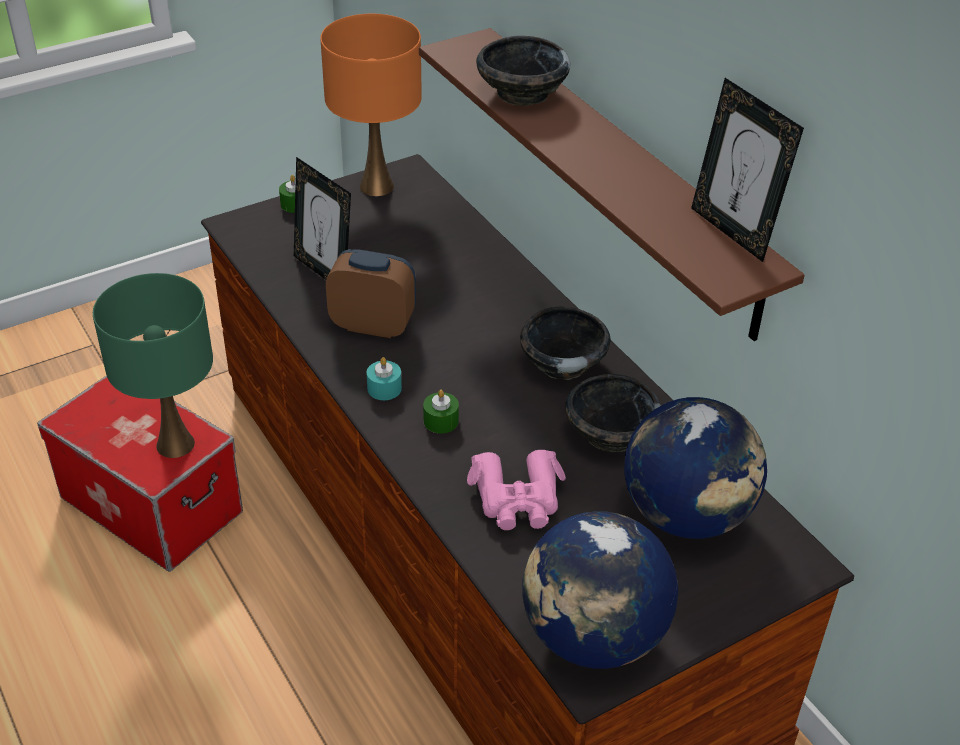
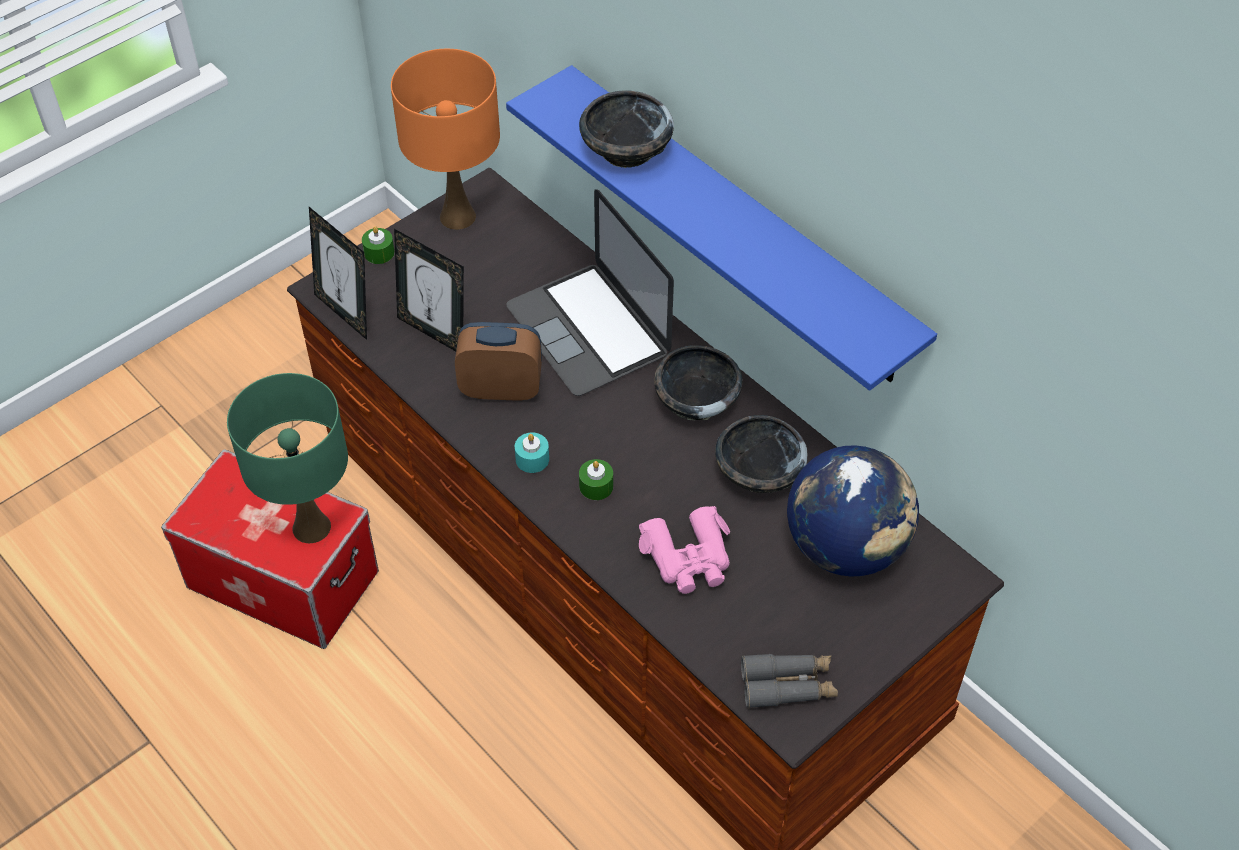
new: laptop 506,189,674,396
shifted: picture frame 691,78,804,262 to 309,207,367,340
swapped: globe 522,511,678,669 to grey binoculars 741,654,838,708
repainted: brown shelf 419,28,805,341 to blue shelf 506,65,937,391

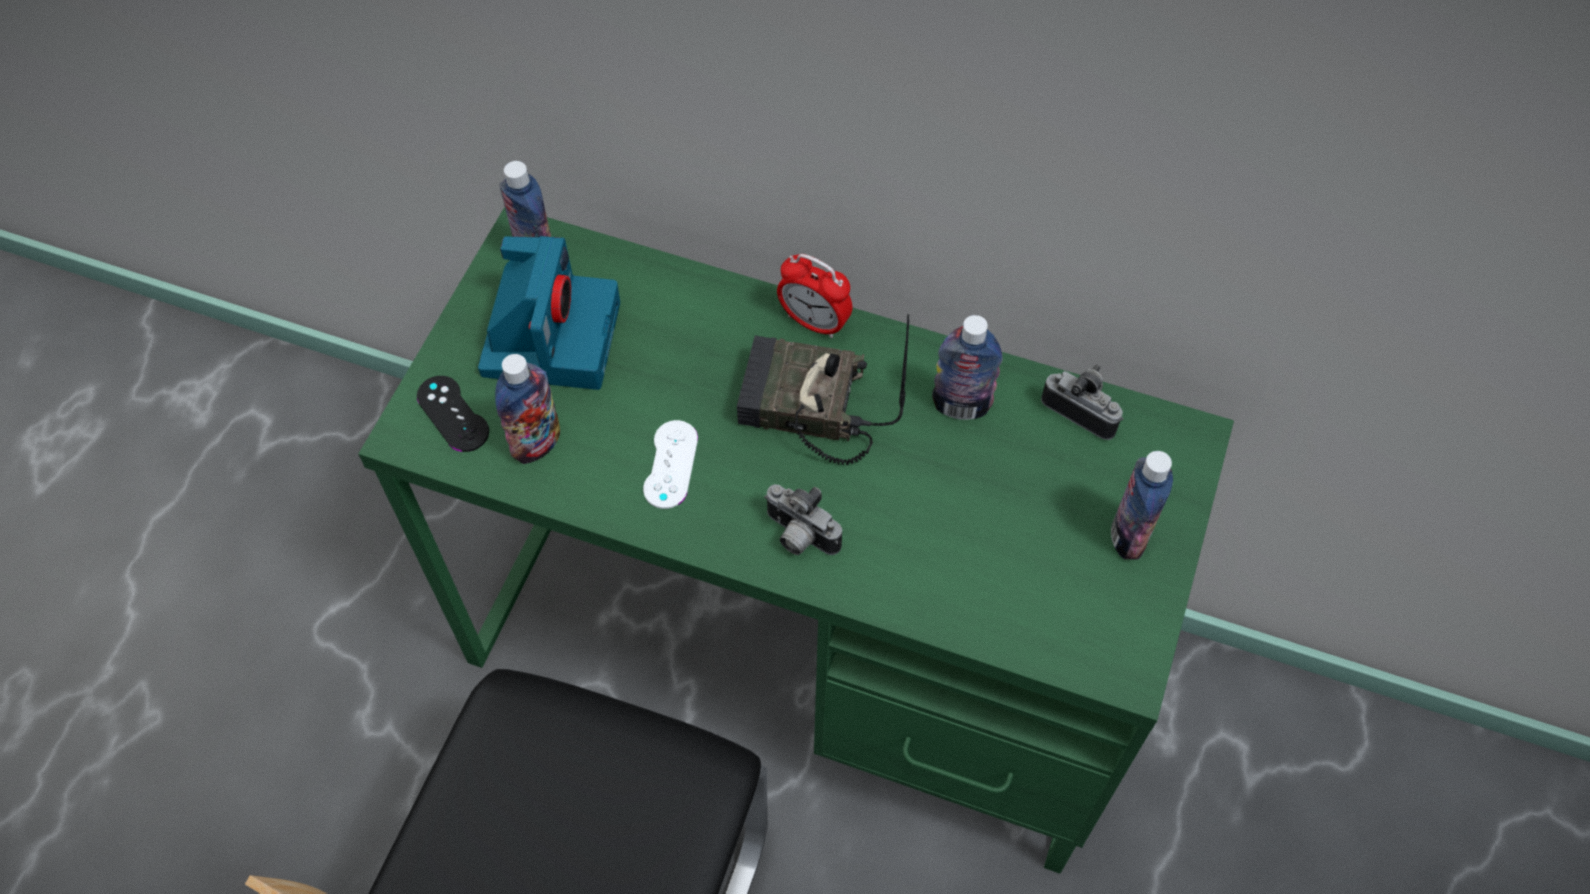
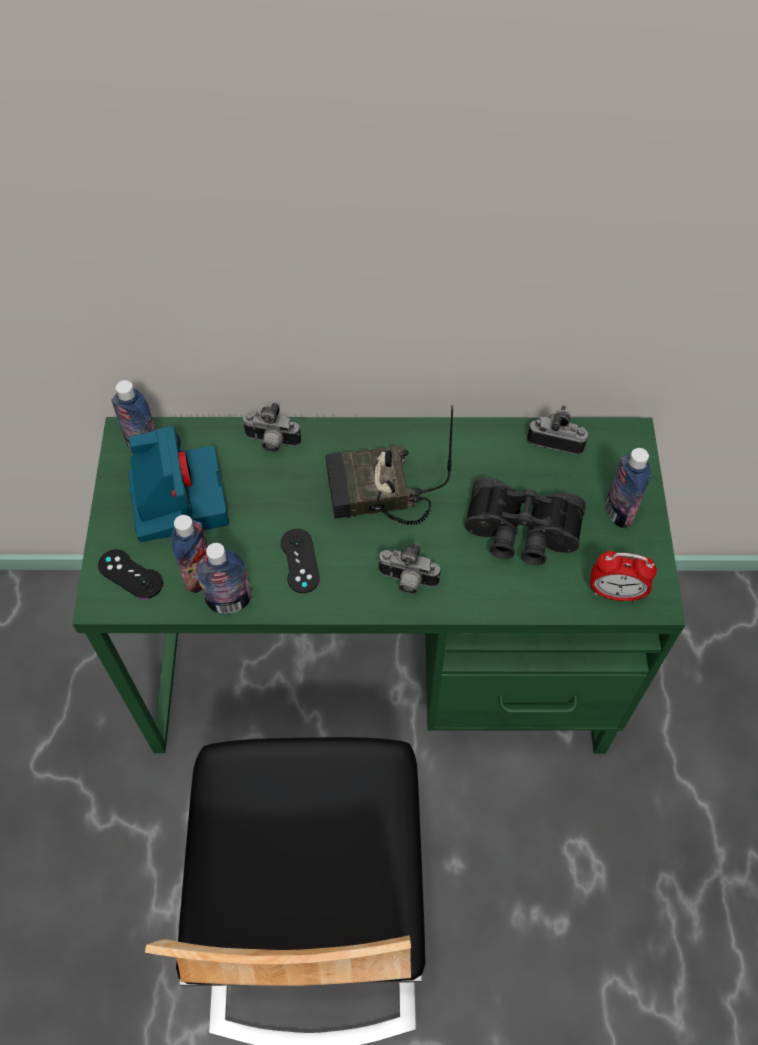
new: photo camera 242,403,301,453; black binoculars 465,477,586,565
shifted: alarm clock 777,254,852,338 to 590,551,657,602; bottle 932,315,1003,420 to 197,543,252,613
repainted: white game controller 643,420,698,509 to black game controller 281,529,320,593

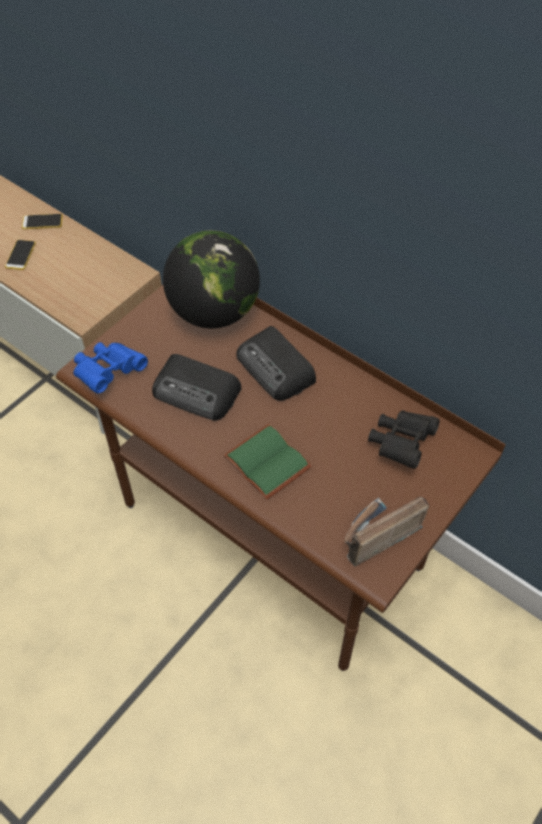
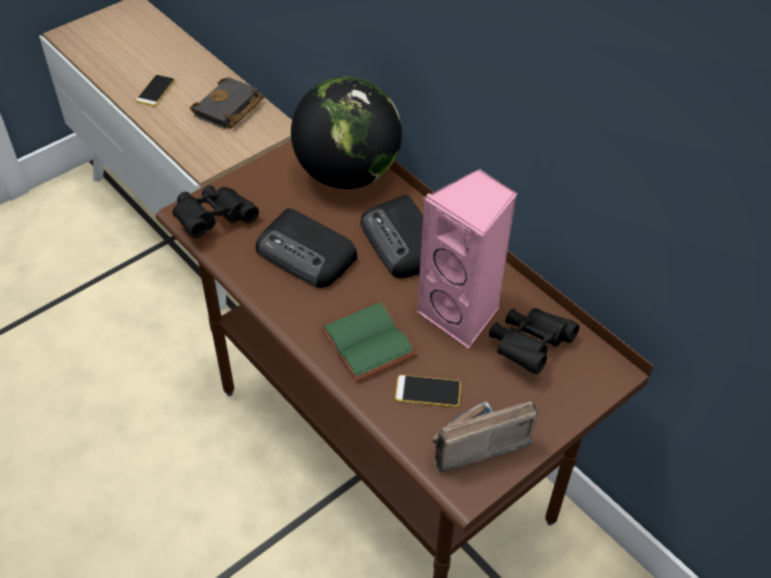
new: black book 190,77,264,129; pink speaker 417,169,517,349
shifted: phone 22,214,63,229 to 395,375,461,408
repainted: blue binoculars 73,342,148,393 to black binoculars 172,185,259,238

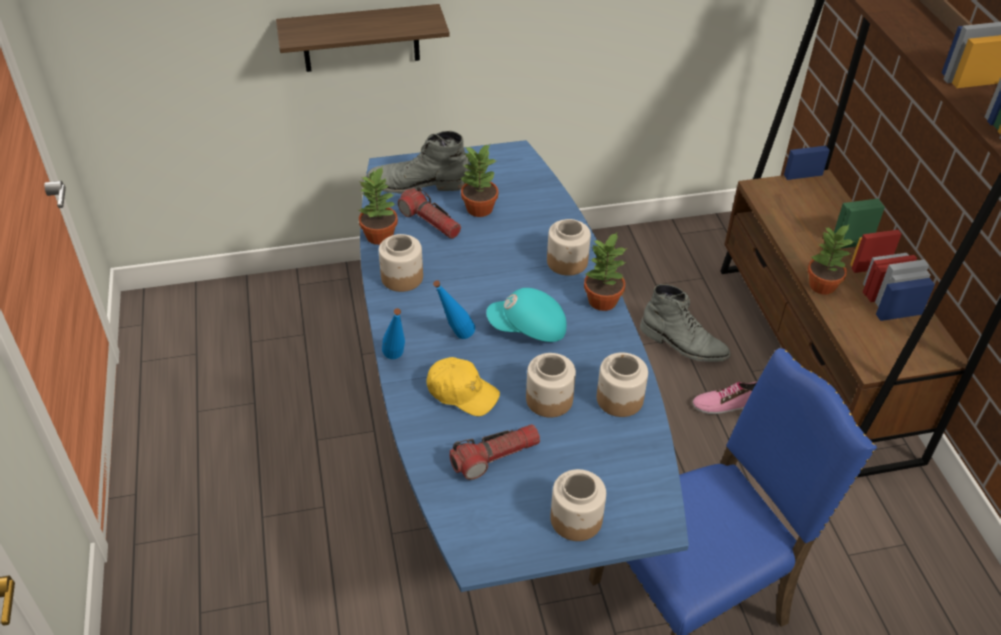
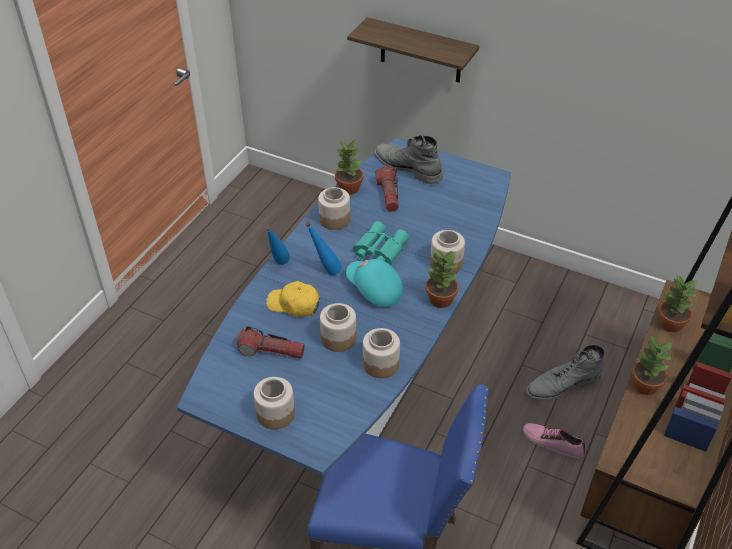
new: turquoise binoculars 353,221,409,265
shifted: potted plant 460,144,498,217 to 658,275,697,332
rotated: yellow cap 426,357,500,416 = 266,281,320,317 135 degrees clockwise; grey boot 640,284,730,362 = 526,344,605,401 90 degrees clockwise

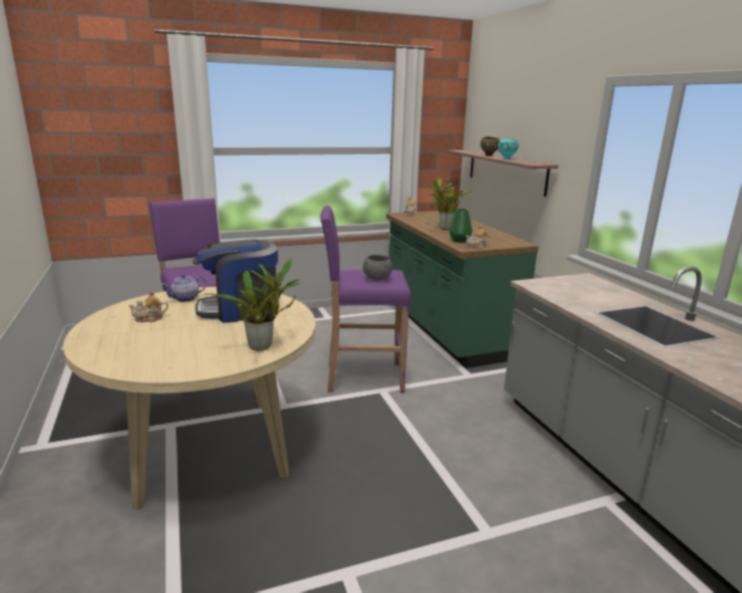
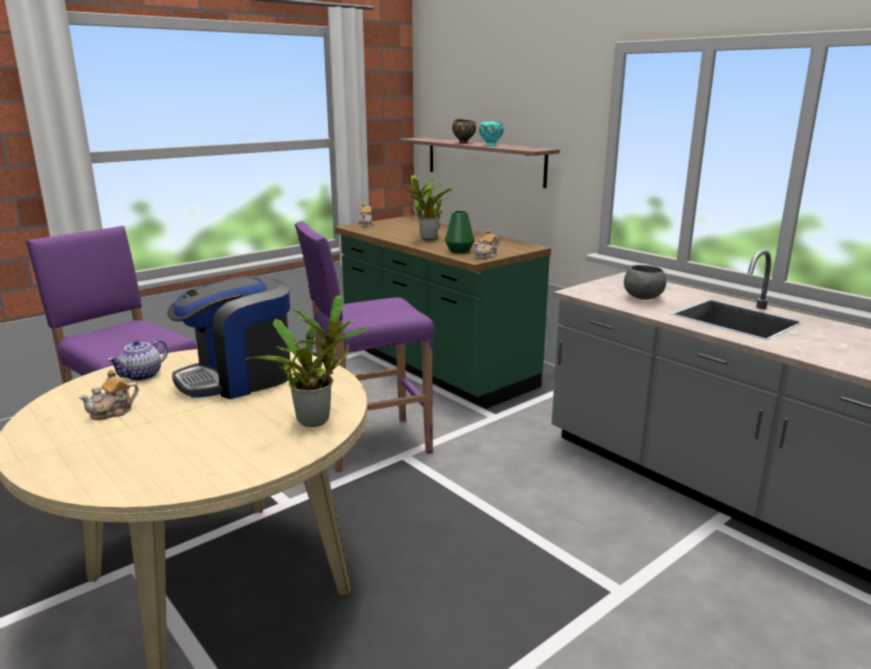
shifted: grey bowl 363,255,392,280 to 624,265,666,300

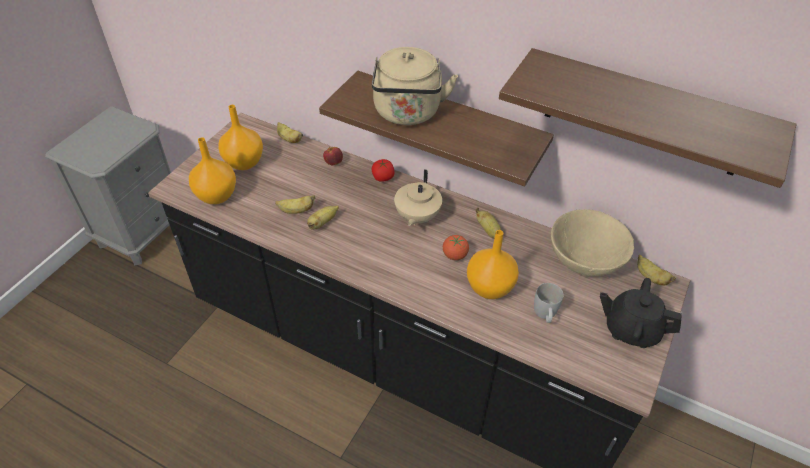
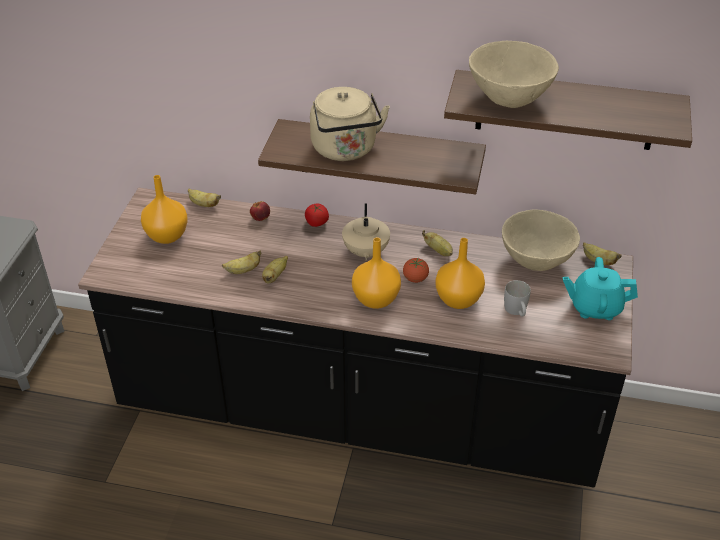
new: beige bowl 469,41,559,108
shifted: orange vase 189,137,236,204 to 352,237,401,309
repainted: black teapot 600,278,682,348 to turquoise teapot 563,257,638,320

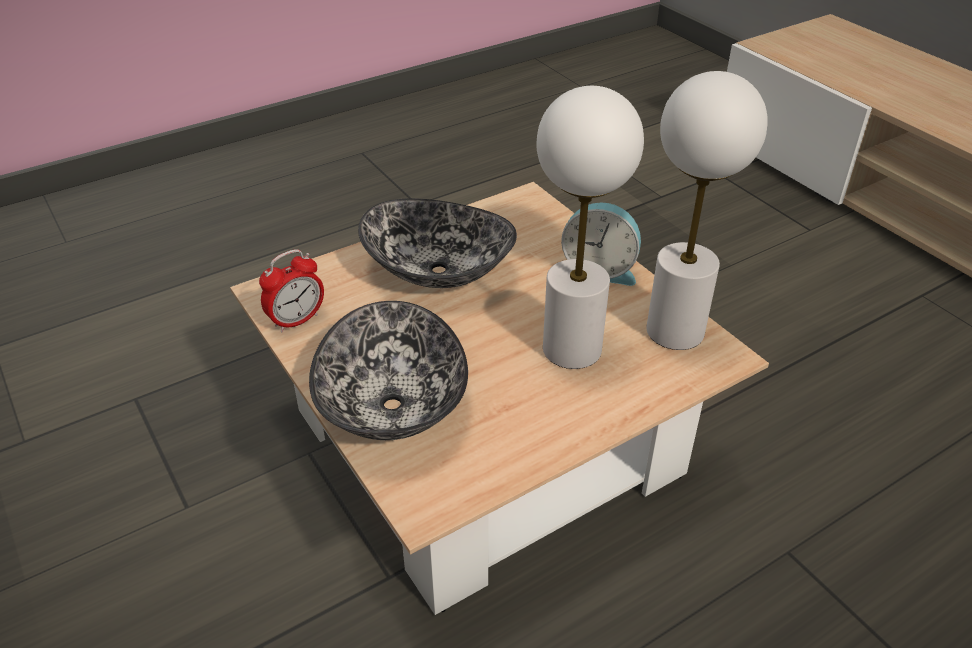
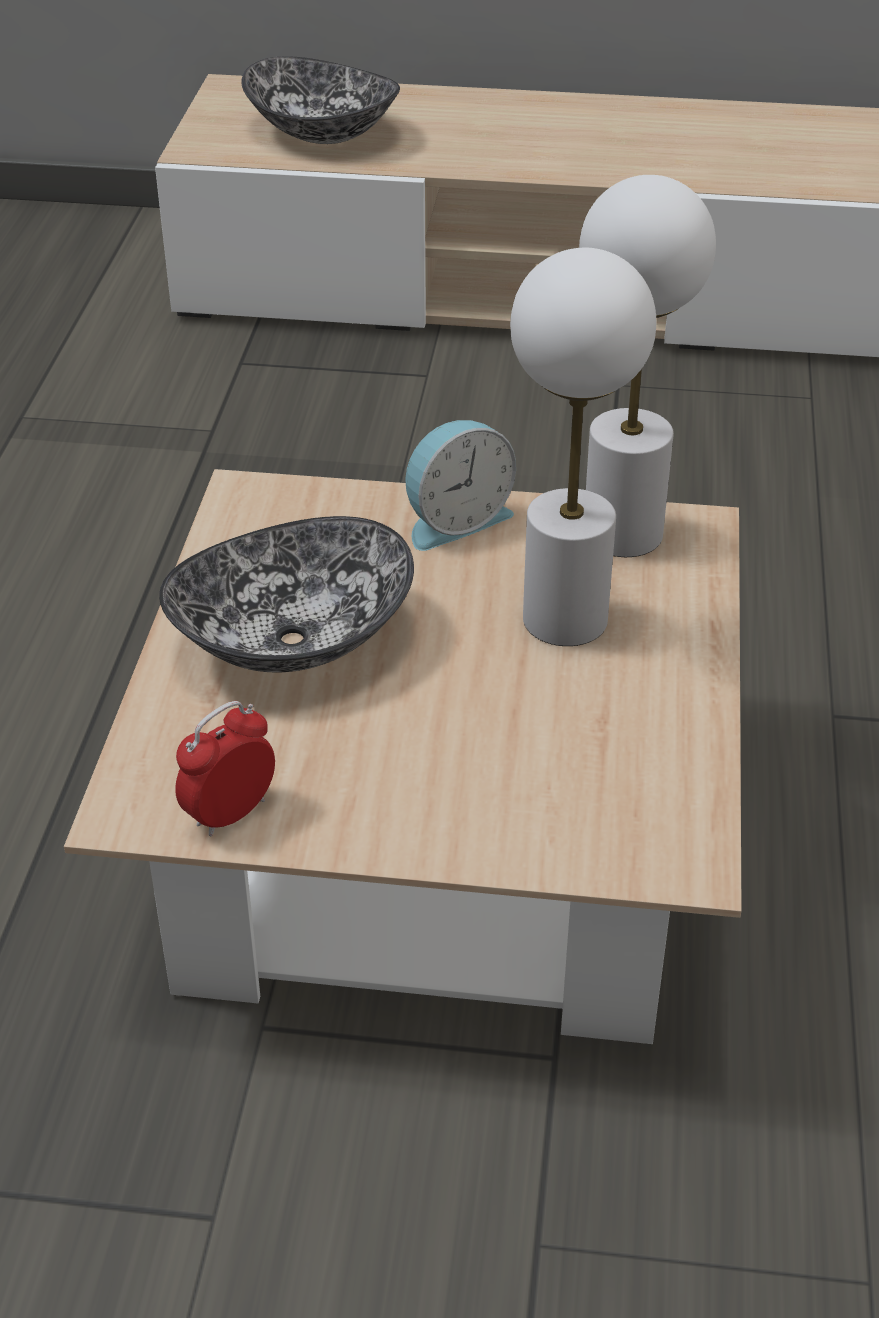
shifted: bowl 309,301,468,440 to 241,56,400,144
rotated: alarm clock 259,249,324,333 = 175,701,275,837 135 degrees counterclockwise

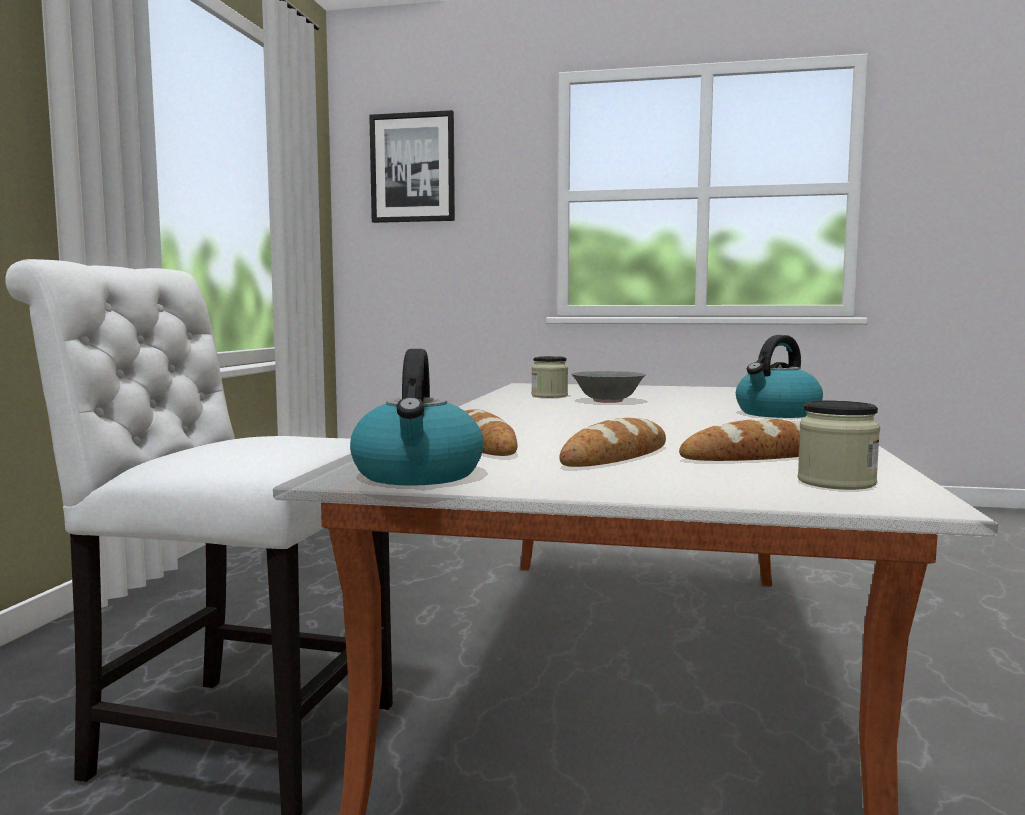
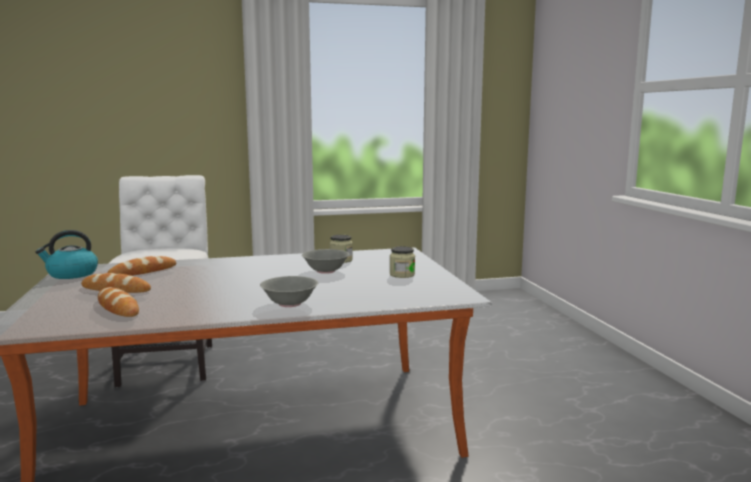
gone: picture 369,110,455,223
shifted: jar 798,401,880,490 to 390,246,415,278
swapped: kettle 736,335,823,418 to grey bowl 260,276,318,307

